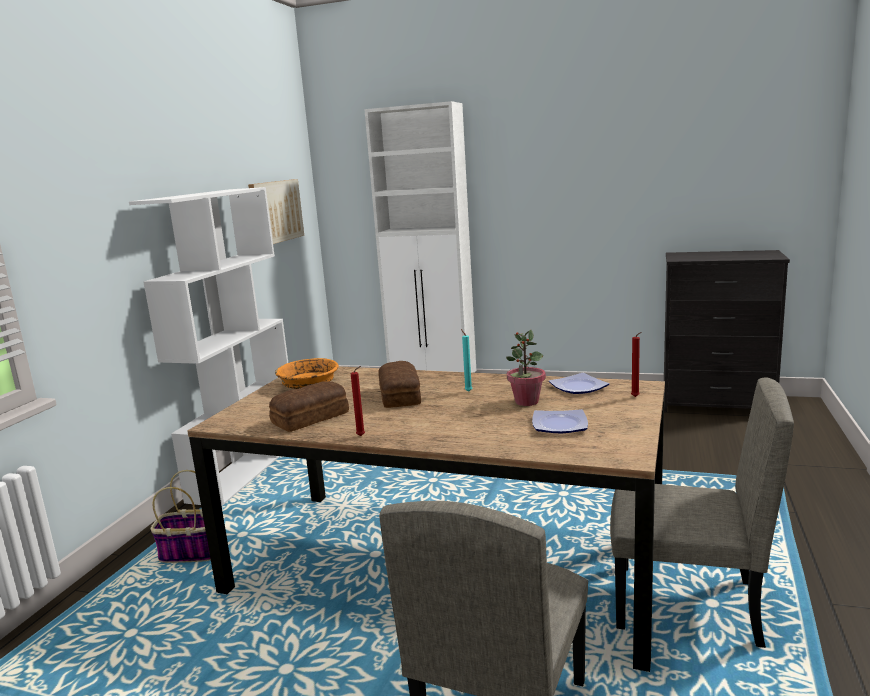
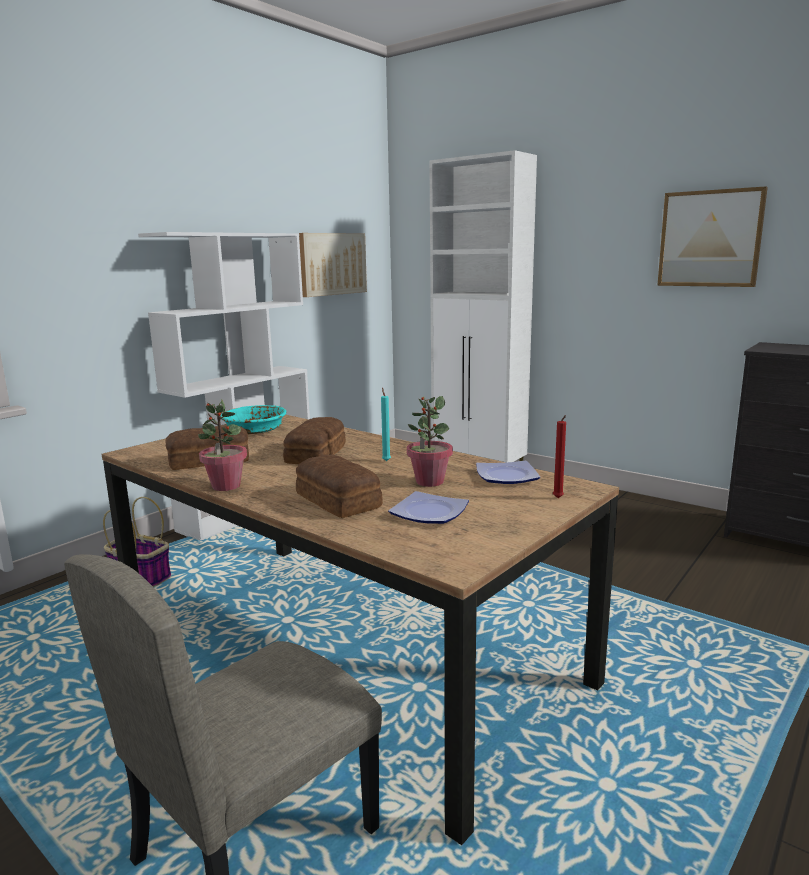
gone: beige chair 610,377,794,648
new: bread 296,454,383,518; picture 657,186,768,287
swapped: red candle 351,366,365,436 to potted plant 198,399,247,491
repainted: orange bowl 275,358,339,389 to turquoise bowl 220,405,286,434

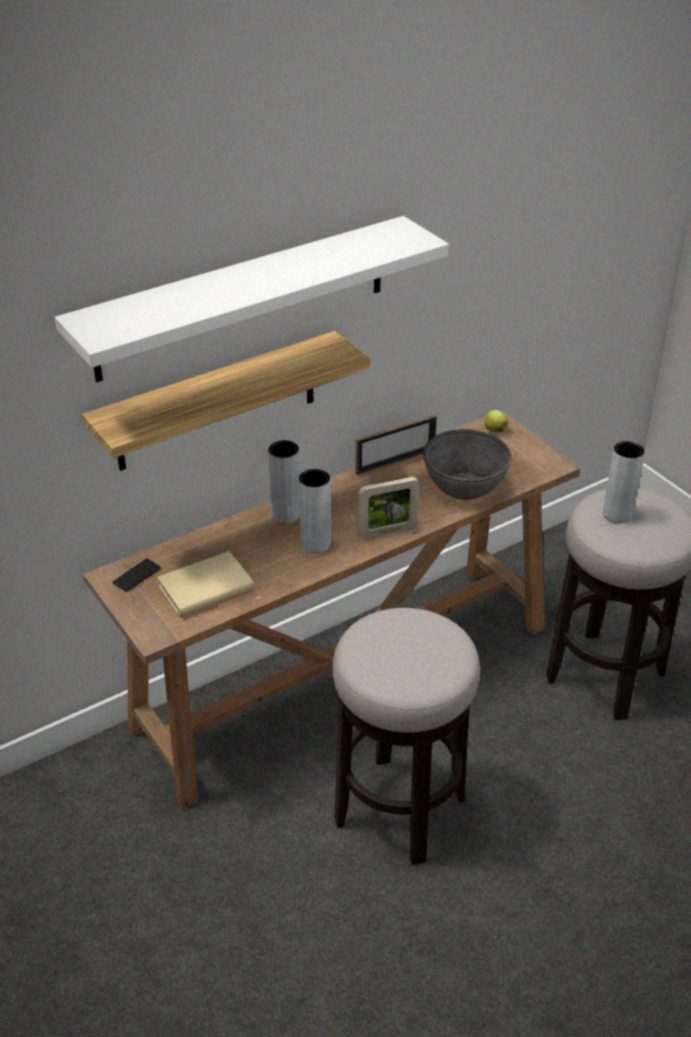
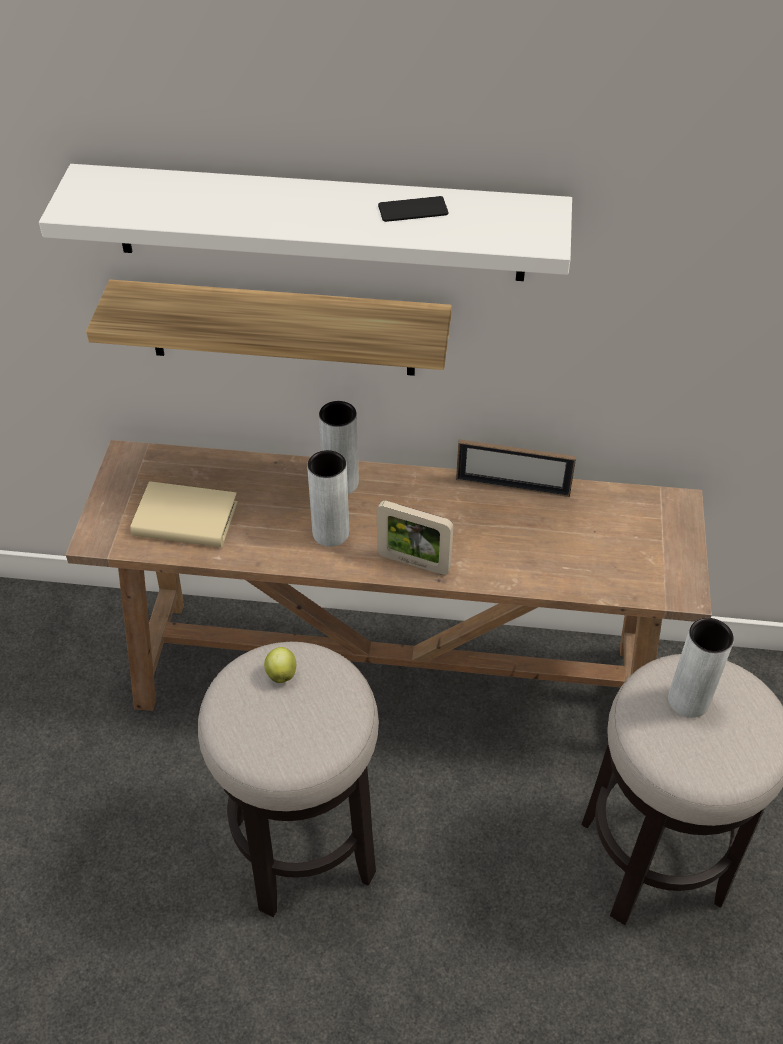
gone: grey bowl 423,429,512,500
shifted: phone 112,558,161,592 to 378,196,449,222; apple 485,410,508,432 to 264,647,296,683

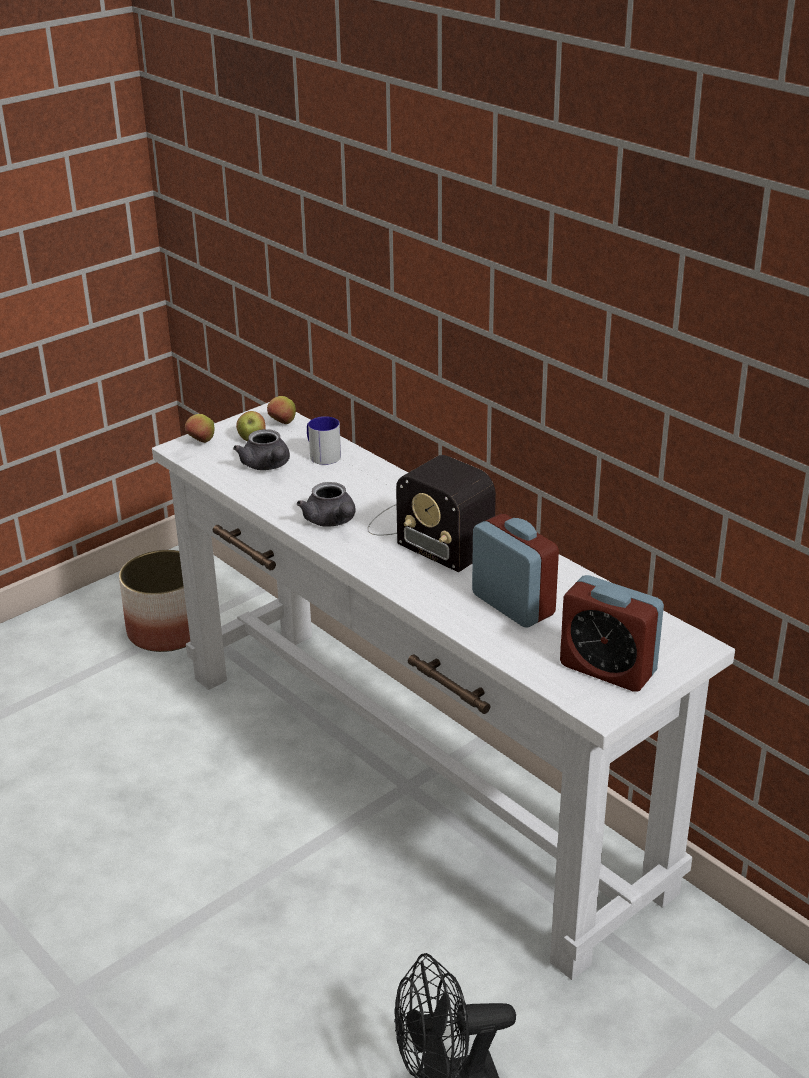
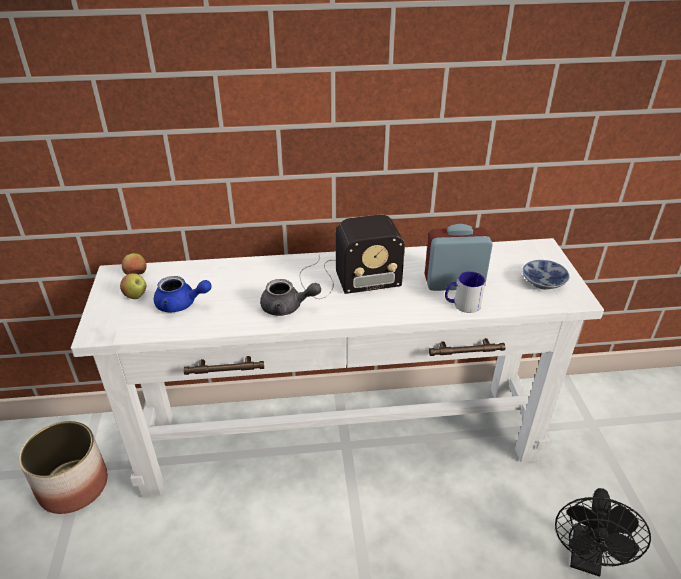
gone: apple 185,414,215,443
shifted: mug 307,416,341,465 to 445,271,485,313
swapped: alarm clock 560,575,664,692 to bowl 522,260,569,289
repainted: grey teapot 233,429,290,470 to blue teapot 154,276,212,312

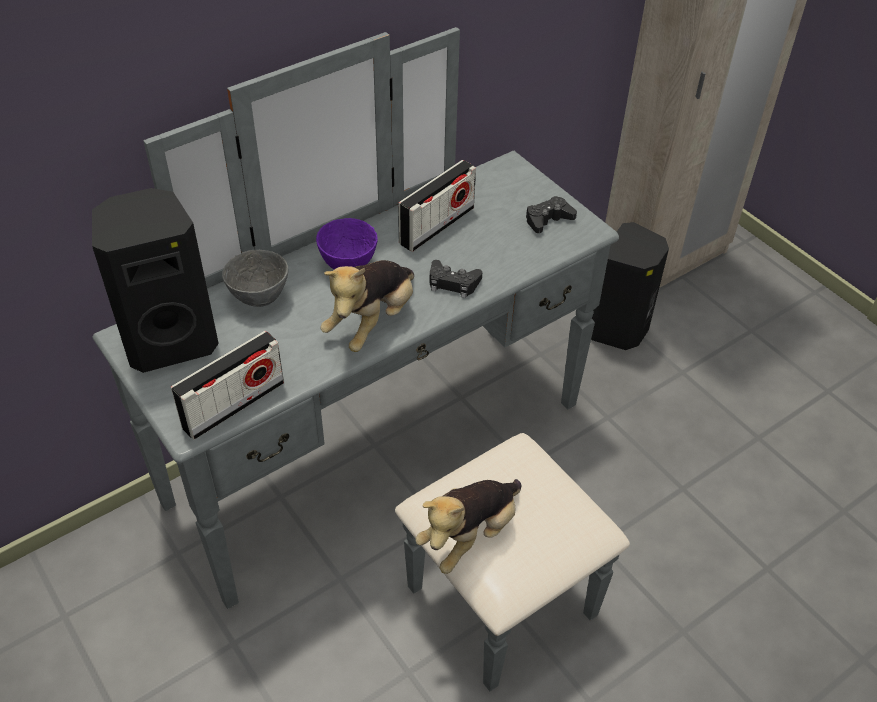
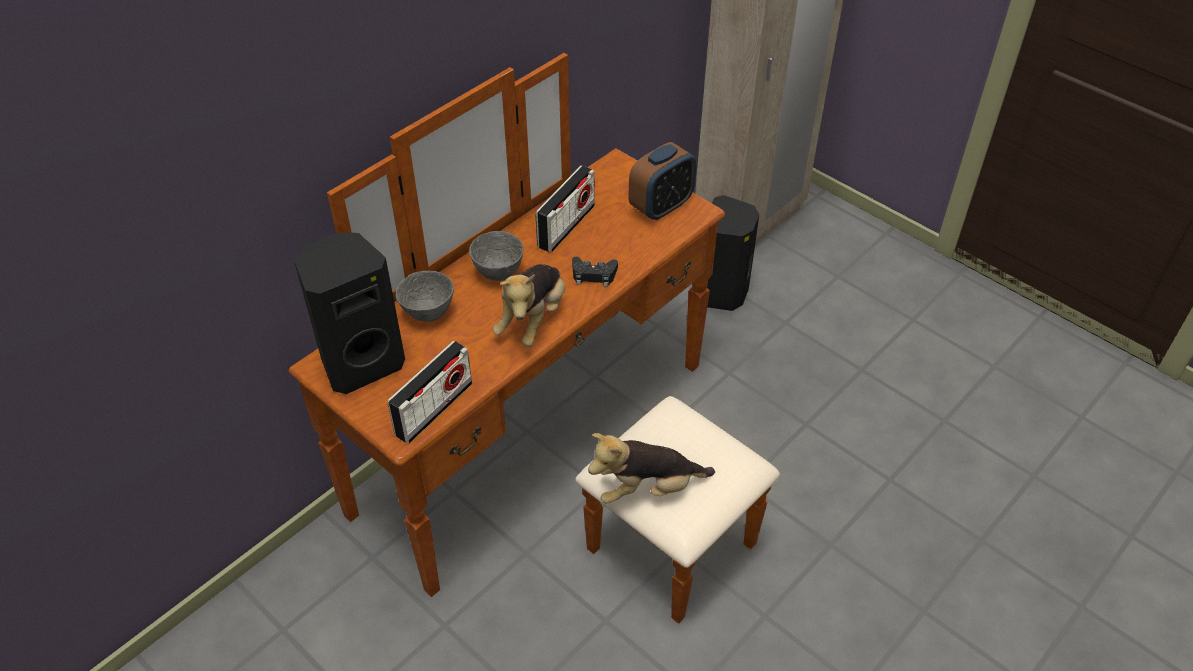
swapped: black game controller 526,196,577,233 to alarm clock 628,142,697,221
repainted: grey dresser 93,27,630,691 to brown dresser 289,53,780,624; purple bowl 316,218,378,269 to grey bowl 469,231,524,281
rotated: plush toy 415,479,522,574 = 588,433,715,504 45 degrees clockwise

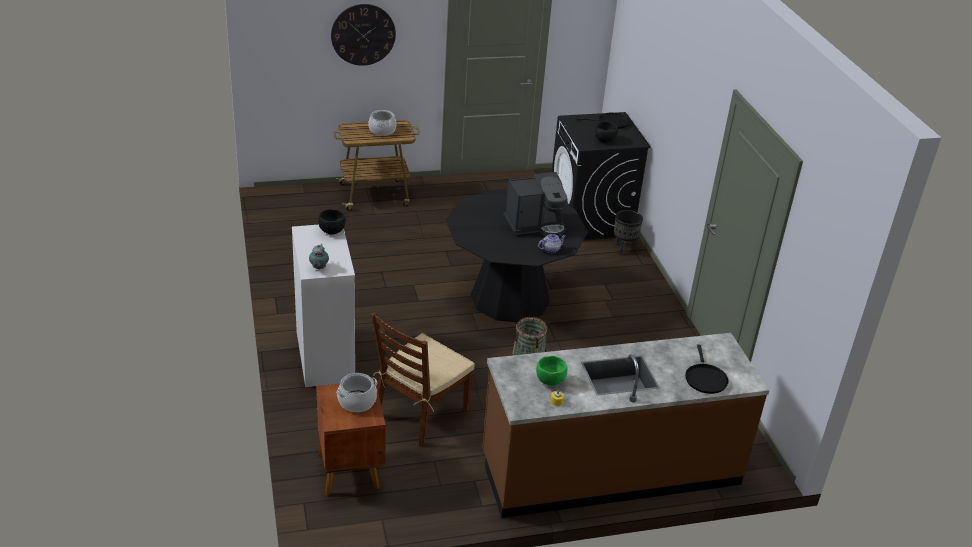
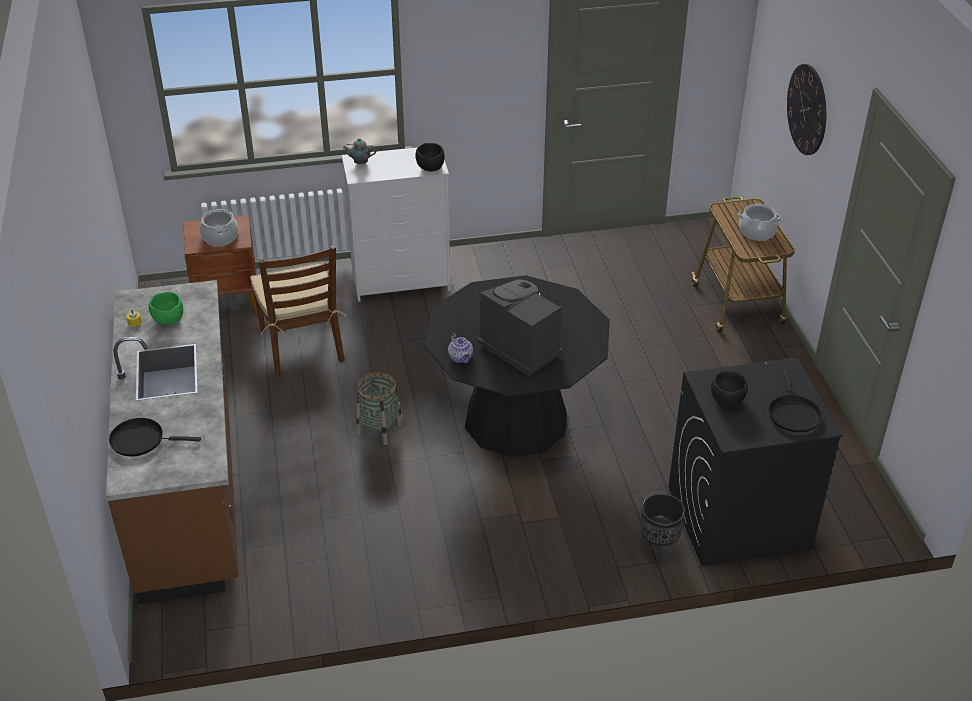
rotated: brown chair 371,312,475,447 = 250,245,347,376 150 degrees counterclockwise; coffee machine 503,172,568,237 = 477,279,562,376 150 degrees clockwise

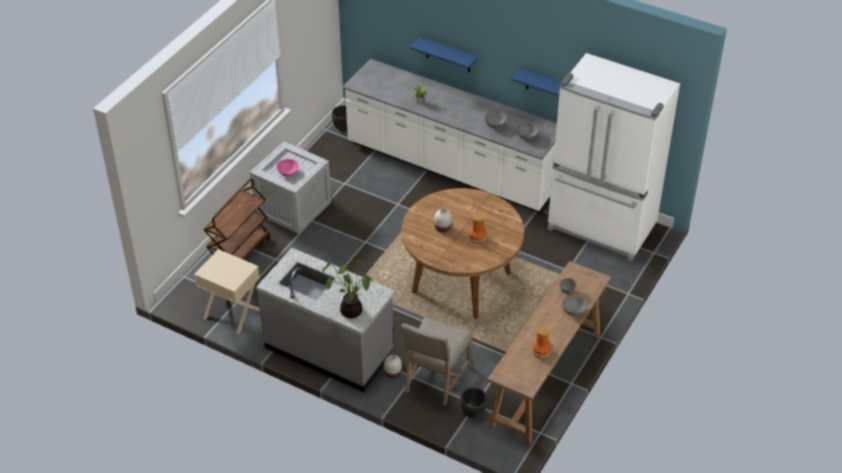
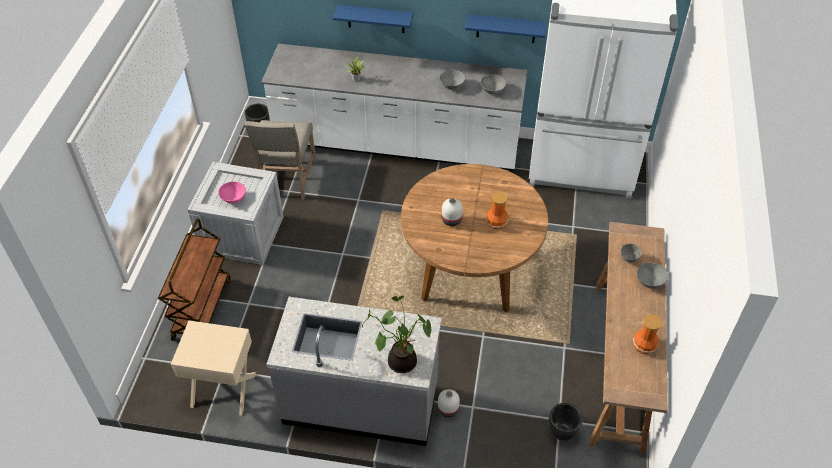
shifted: beige chair 401,317,473,405 to 245,120,316,199

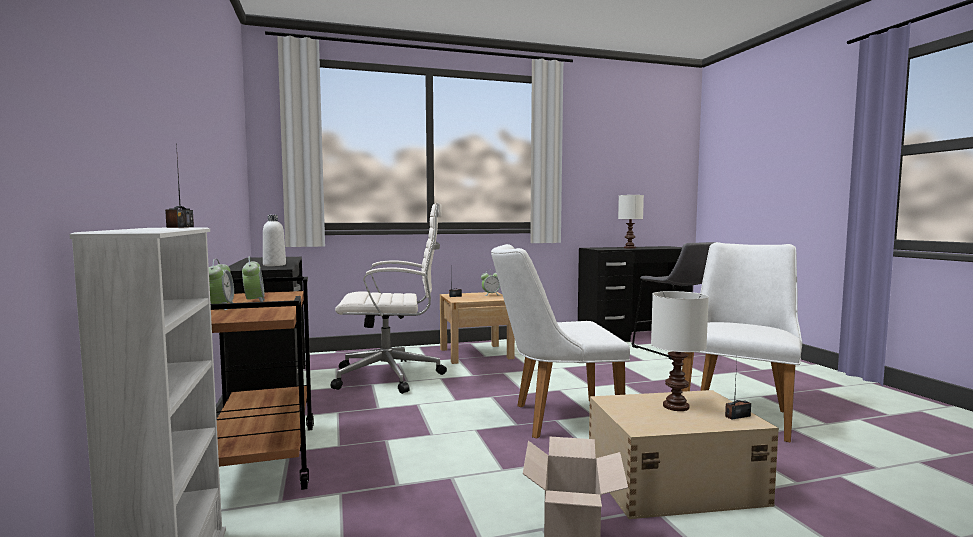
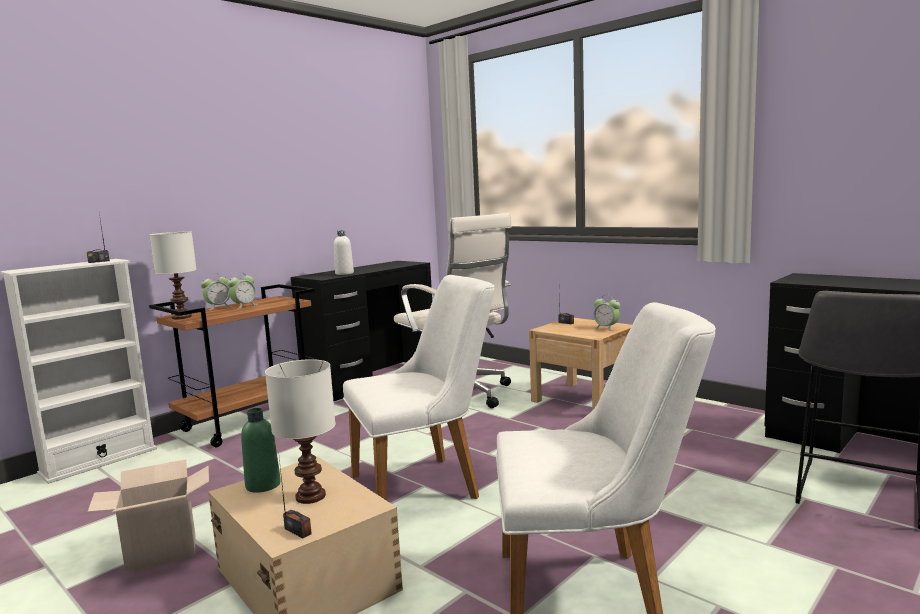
new: green bottle 241,408,281,493
shifted: white table lamp 618,195,644,248 to 149,231,197,319
rotated: white chair 491,244,630,439 = 343,275,494,500 105 degrees clockwise

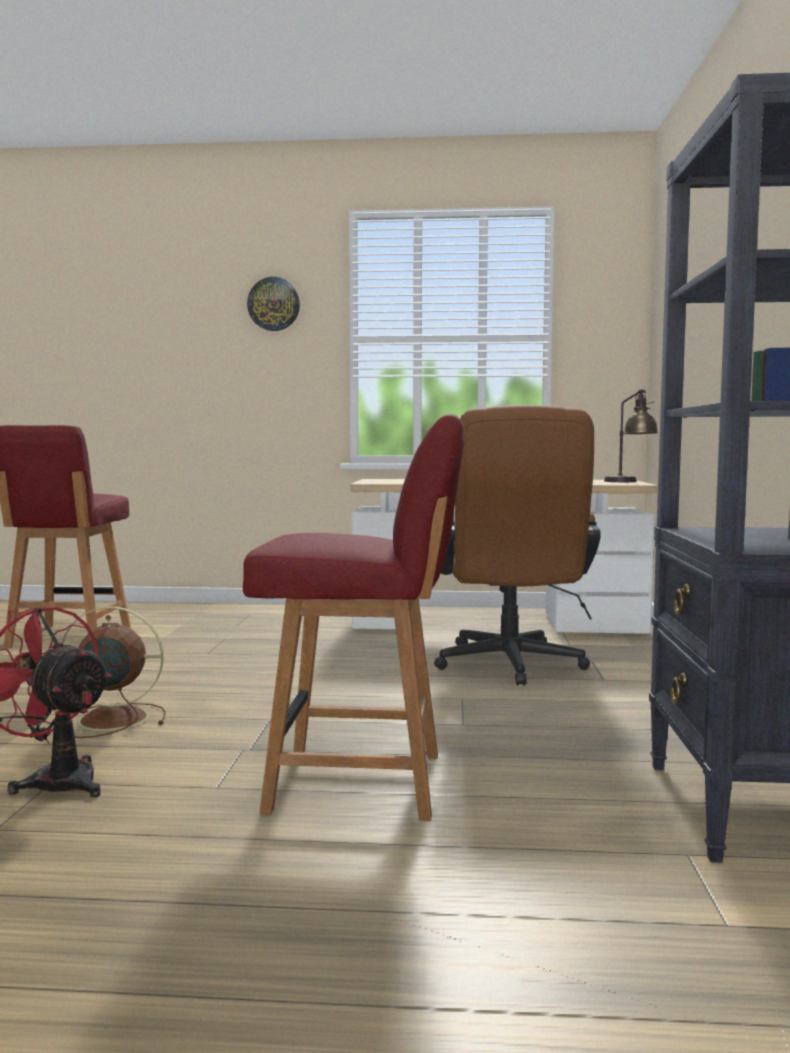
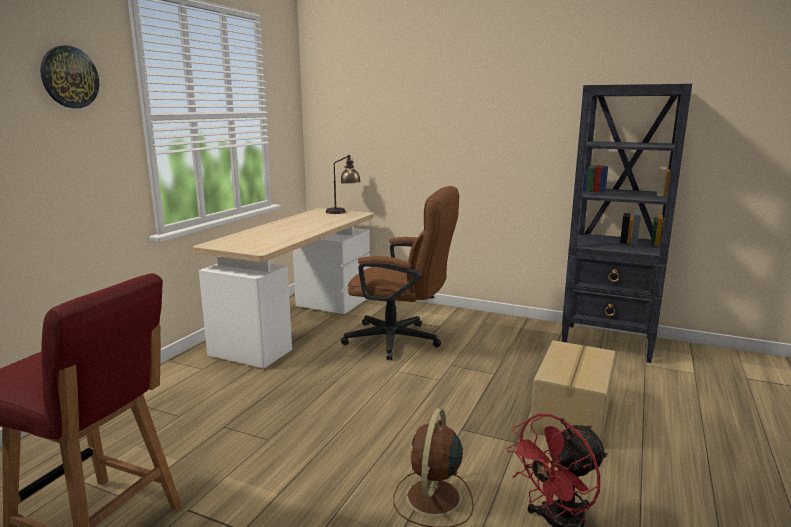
swapped: red chair 243,414,464,821 to cardboard box 530,340,616,442

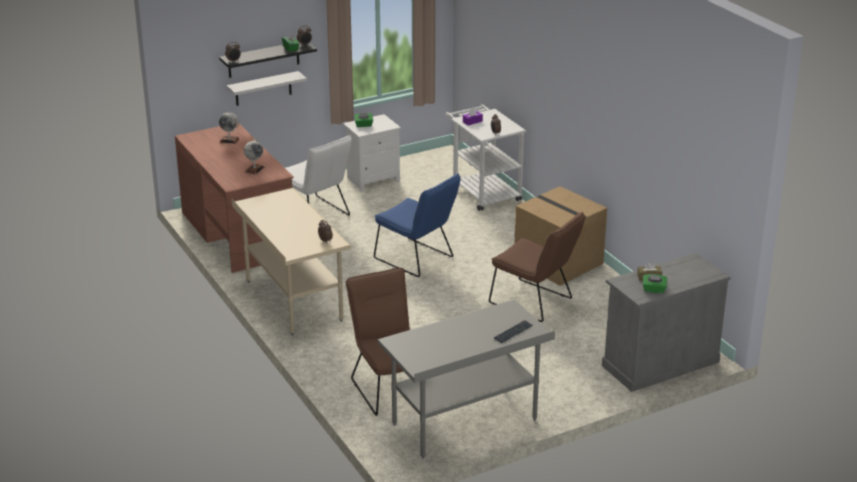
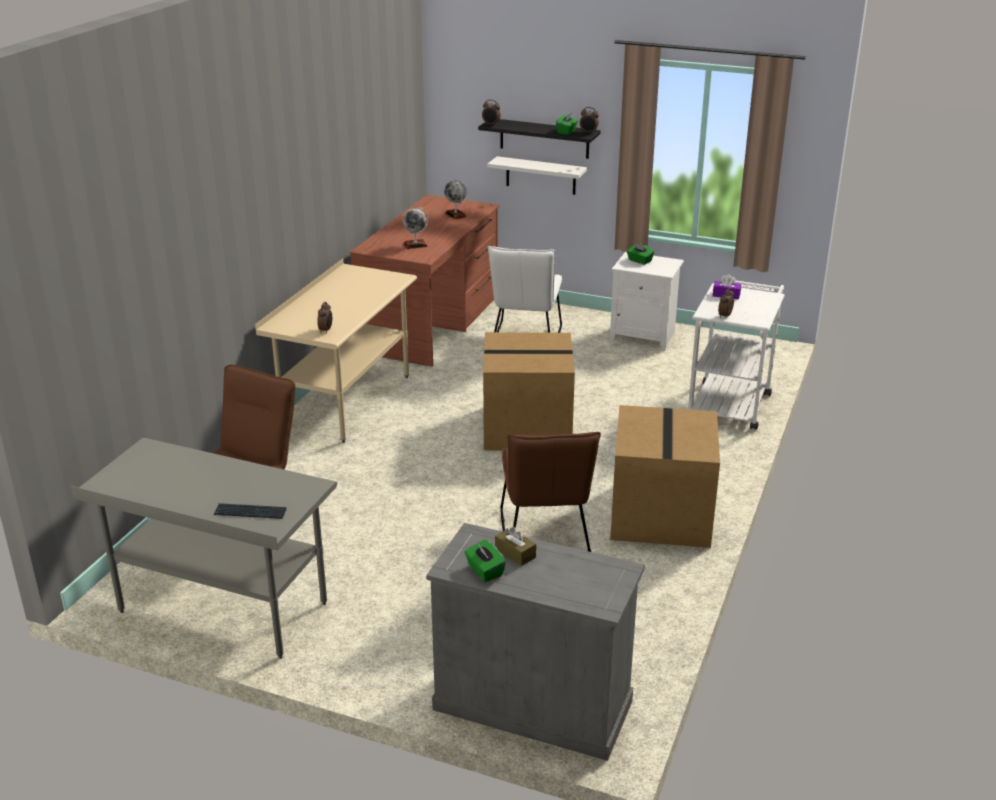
swapped: blue chair 374,173,461,277 to cardboard box 483,332,575,450

